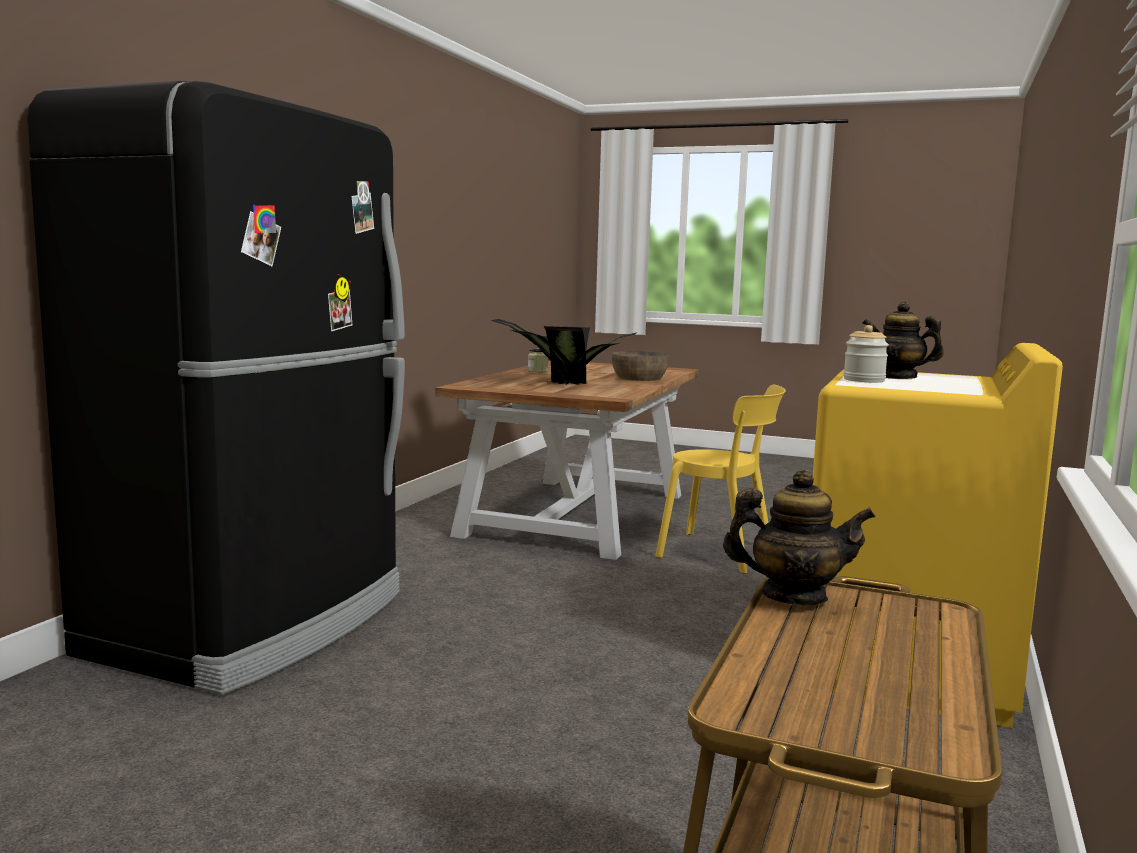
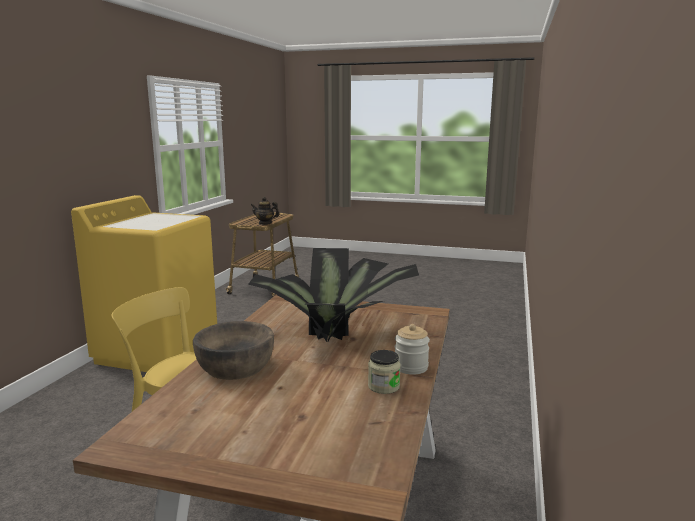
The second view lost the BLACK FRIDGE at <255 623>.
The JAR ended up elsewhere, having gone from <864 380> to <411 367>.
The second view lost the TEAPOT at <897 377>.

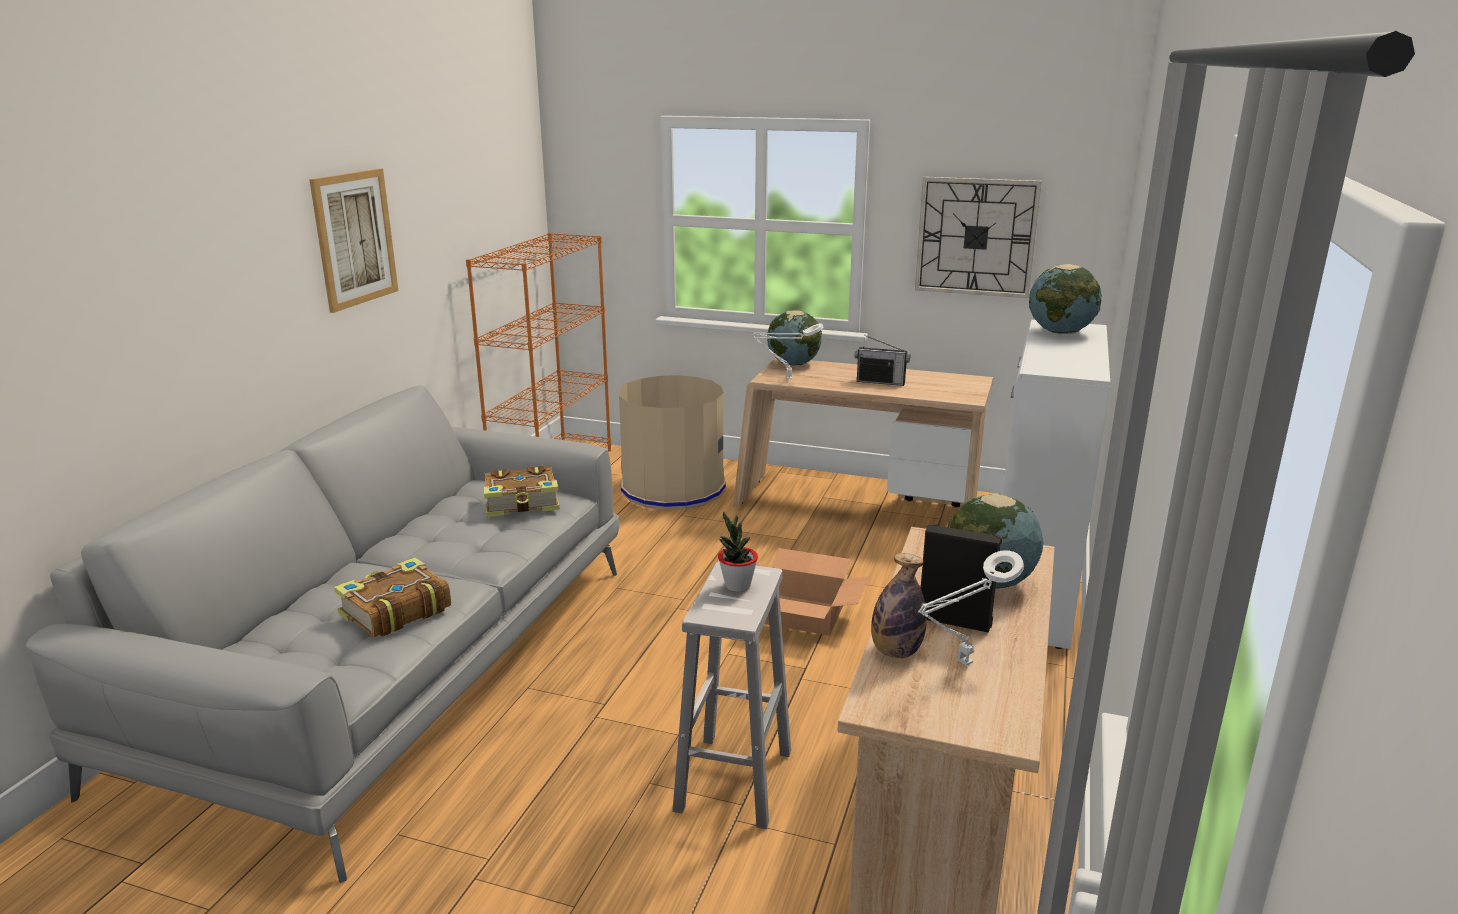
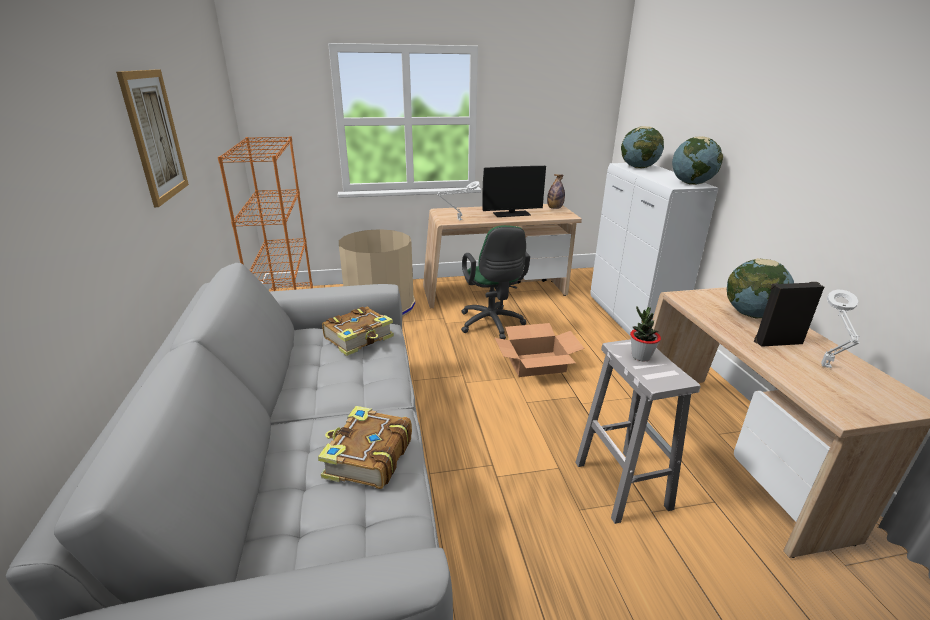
The GLOBE ended up elsewhere, having gone from <793 364> to <691 183>.
Where the RADIO stood at <880 382>, the MONITOR came to stand at <511 214>.
The BOTTLE ended up elsewhere, having gone from <896 652> to <554 208>.
The second view lost the WALL CLOCK at <976 237>.
The second view gained the GREEN OFFICE CHAIR at <492 325>.

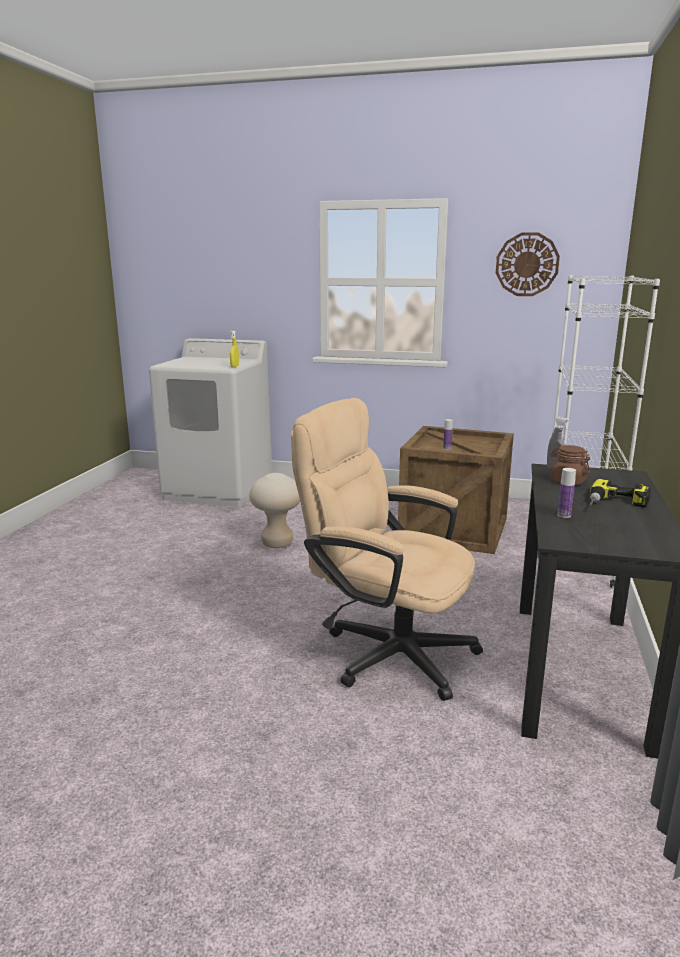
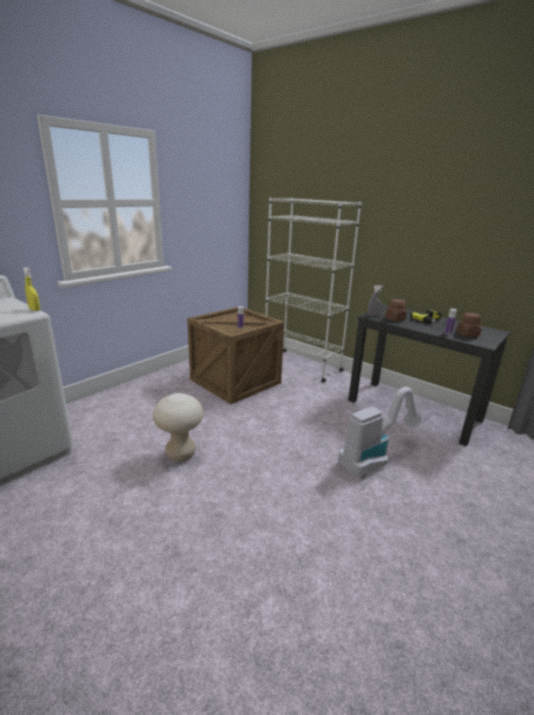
Where the BEIGE OFFICE CHAIR stood at <386 650>, the VACUUM CLEANER came to stand at <375 458>.
The second view lost the WALL CLOCK at <527 264>.
The second view gained the BROWN JAR at <467 334>.

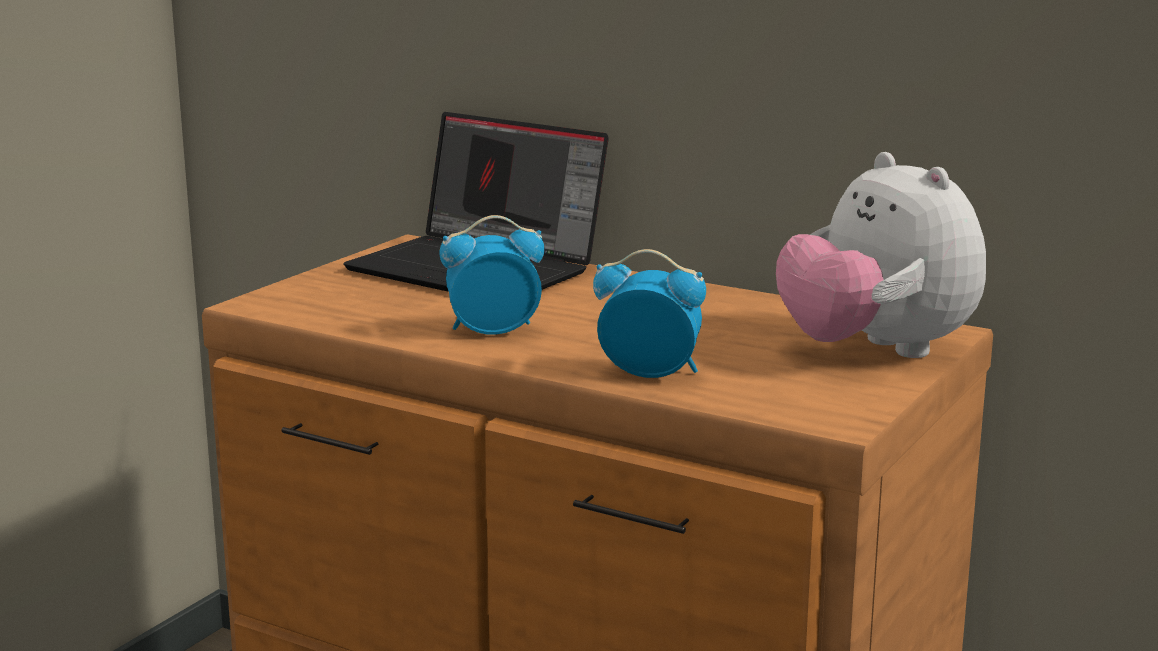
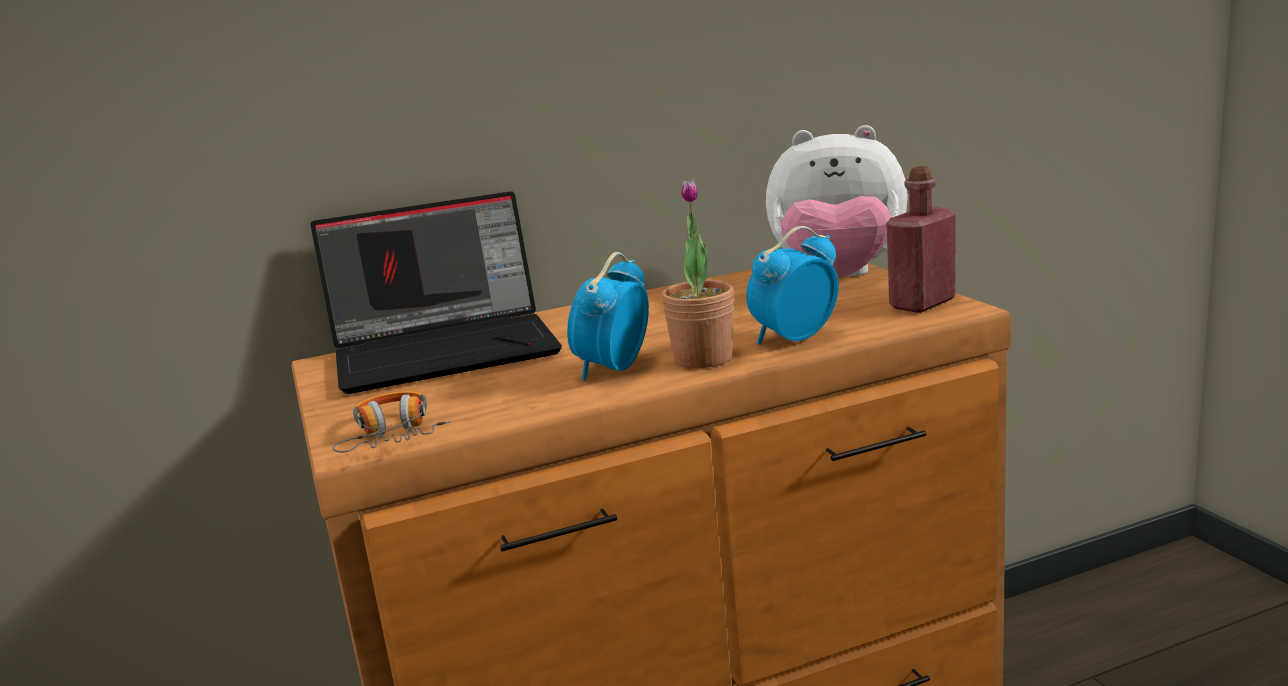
The second view gained the HEADPHONES at <392 435>.
The second view gained the POTTED PLANT at <703 358>.
The second view gained the RED BOTTLE at <922 303>.

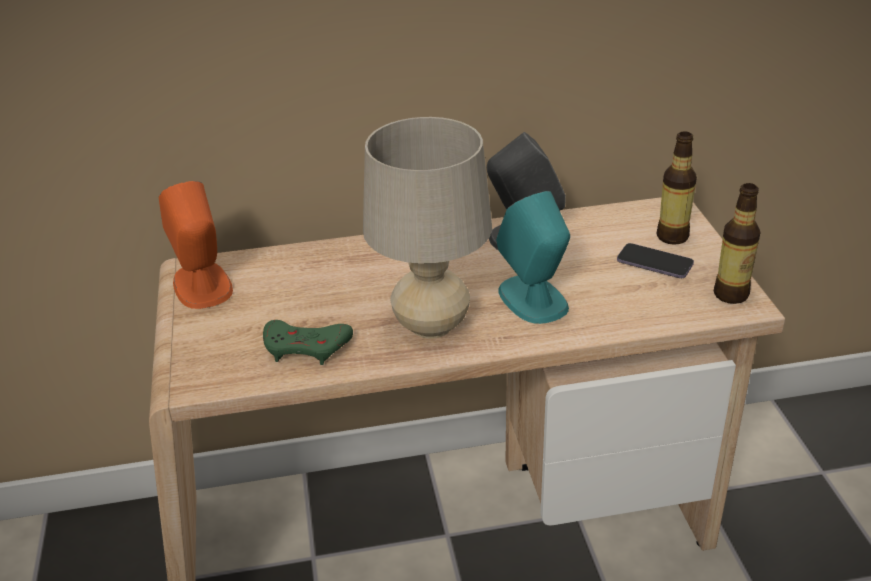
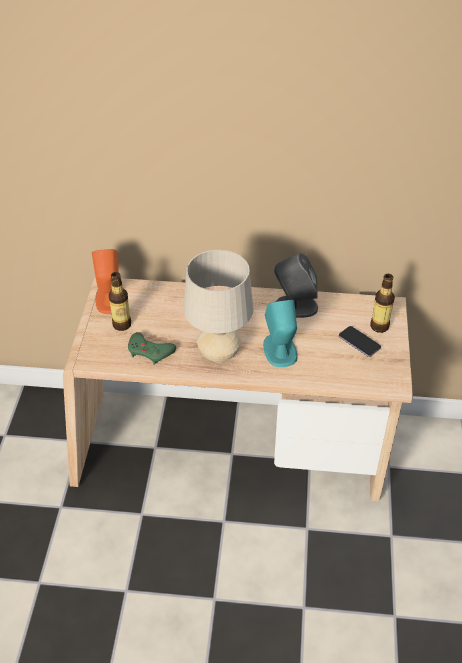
The BOTTLE ended up elsewhere, having gone from <731 294> to <122 324>.

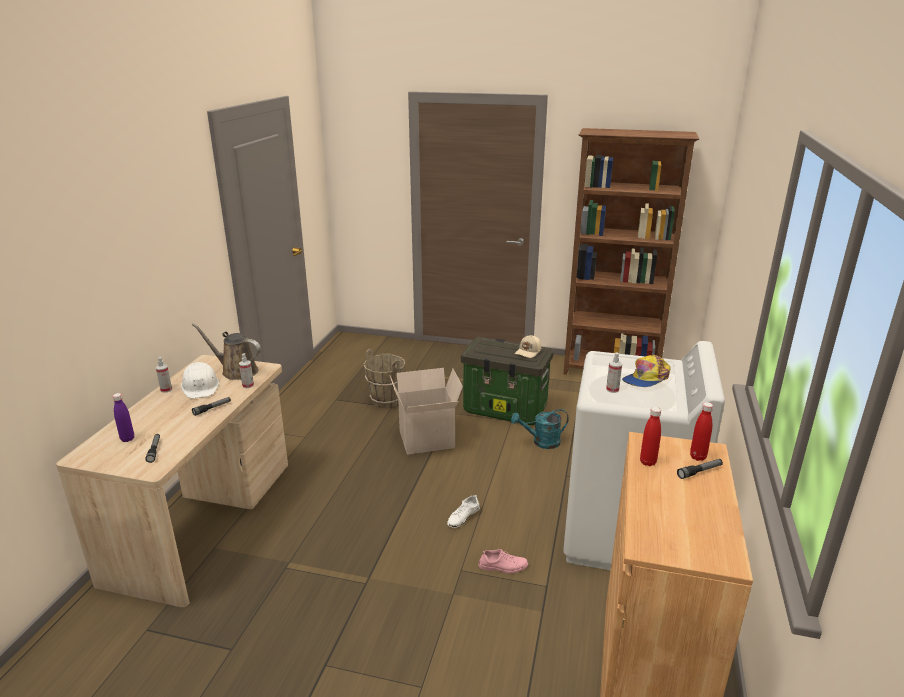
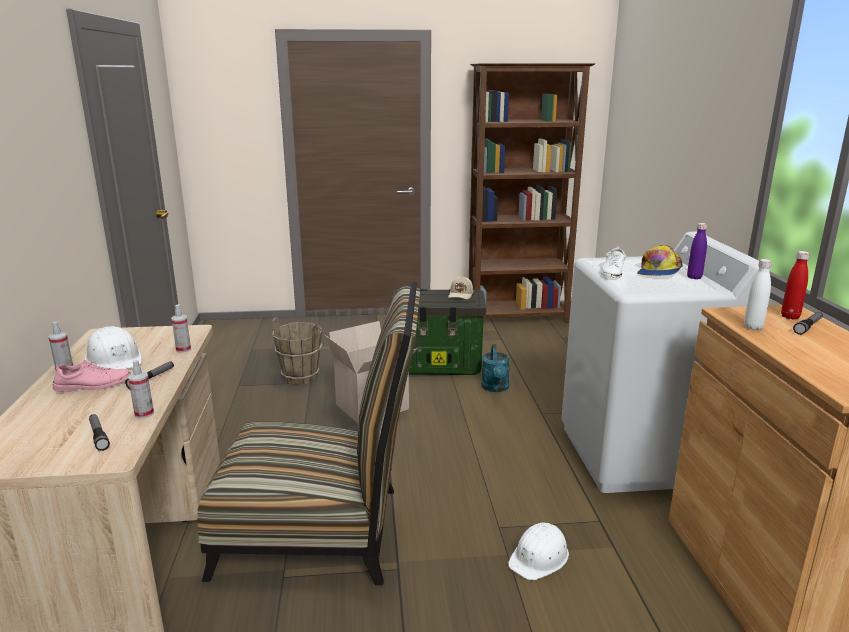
The PURPLE BOTTLE ended up elsewhere, having gone from <127 439> to <694 277>.
The second view lost the BROWN WATERING CAN at <236 371>.
The WHITE SHOE ended up elsewhere, having gone from <463 516> to <612 272>.
The PINK SHOE ended up elsewhere, having gone from <503 566> to <93 385>.
The TURQUOISE WATERING CAN at <541 442> ended up facing another way, 60 degrees counterclockwise from before.
The SPRAY BOTTLE ended up elsewhere, having gone from <612 389> to <144 414>.
What was the RED BOTTLE at <648 462> turned into the WHITE BOTTLE at <753 327>.
The second view gained the CHAIR at <322 532>.
The second view gained the WHITE HARD HAT at <539 557>.

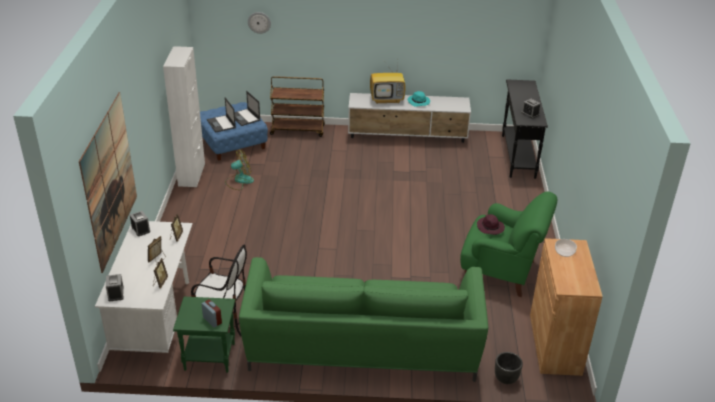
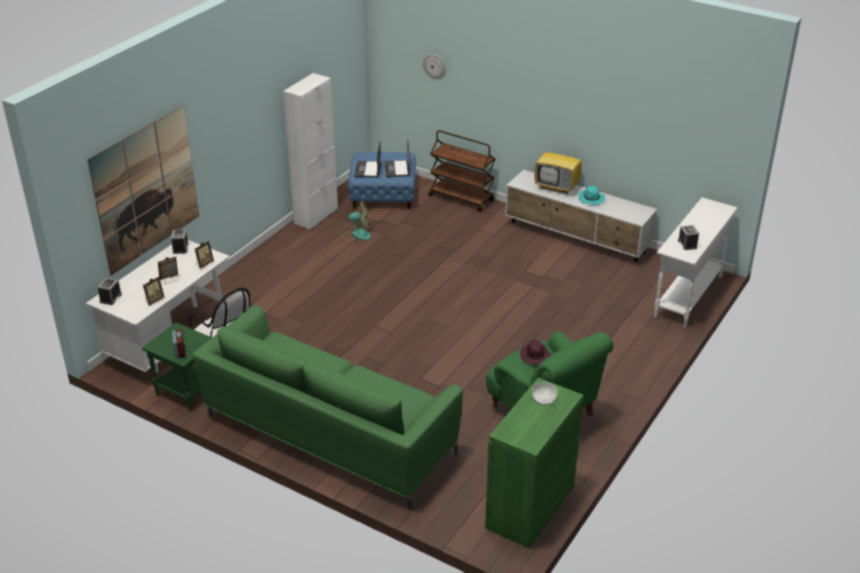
The second view lost the BLACK PLANTER at <505 378>.
What was the BLACK CONSOLE TABLE at <518 156> turned into the WHITE CONSOLE TABLE at <688 296>.
What was the BROWN CABINET at <555 344> turned into the GREEN CABINET at <530 506>.

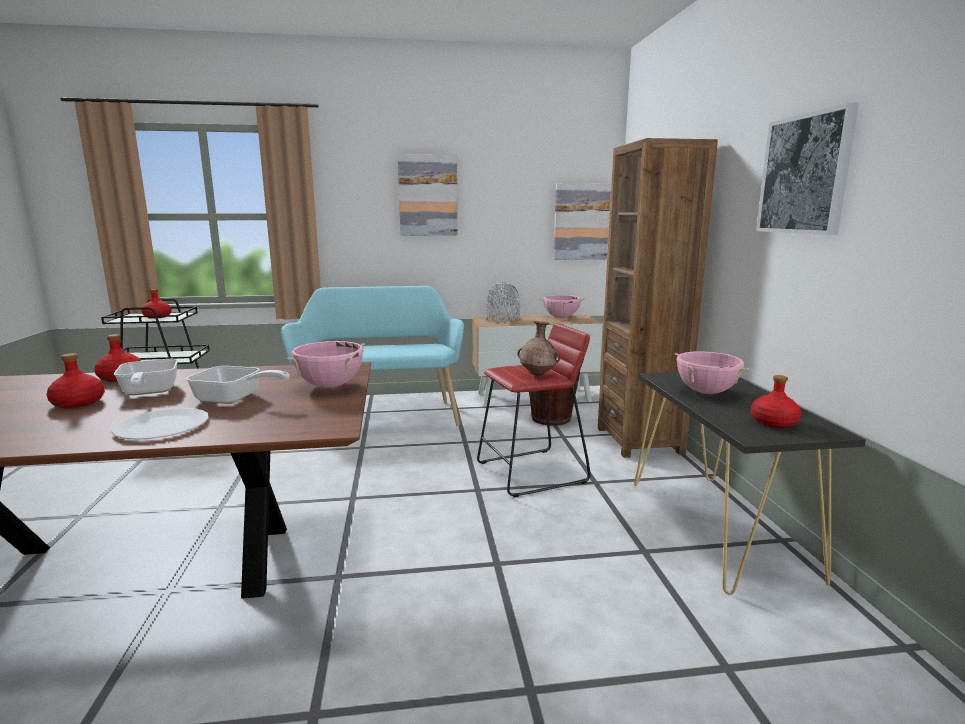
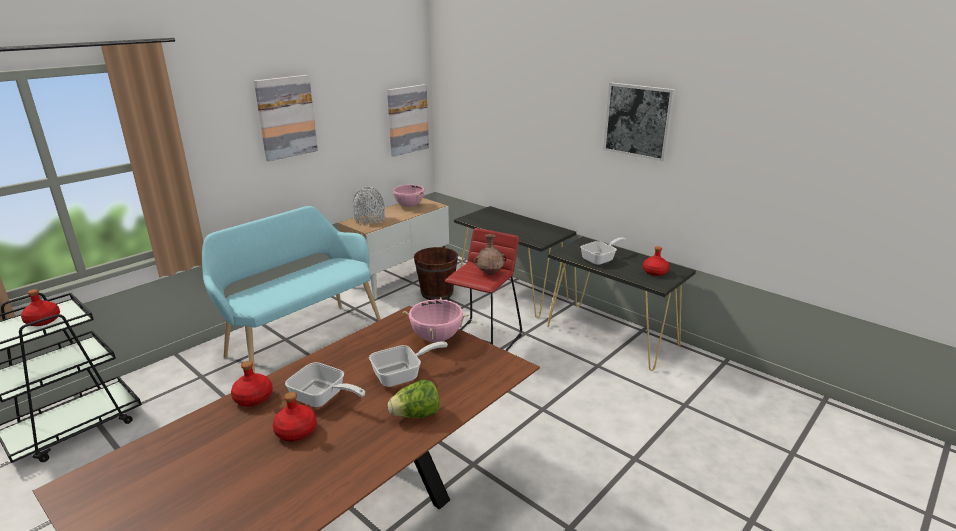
Where the WHITE PLATE stood at <162 426>, the LETTUCE came to stand at <416 415>.
Where the BROWN BOOKCASE stood at <639 440>, the BLACK CONSOLE TABLE came to stand at <512 291>.
Where the PINK COOKING POT stood at <706 392>, the FRYING PAN came to stand at <601 259>.

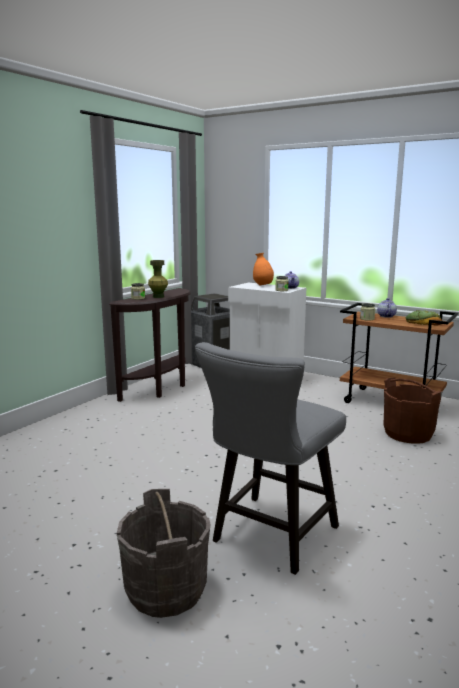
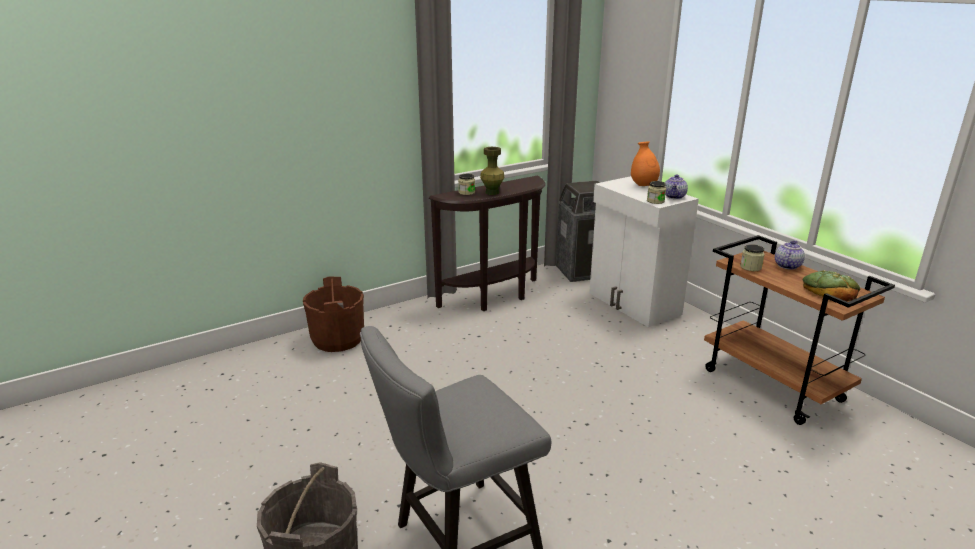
The BROWN BUCKET ended up elsewhere, having gone from <408 434> to <338 339>.

